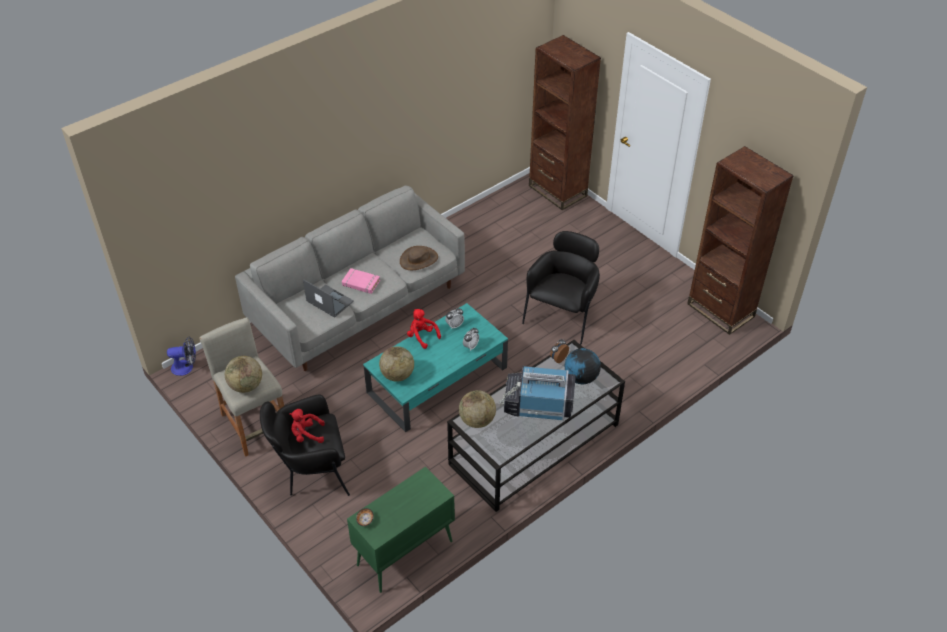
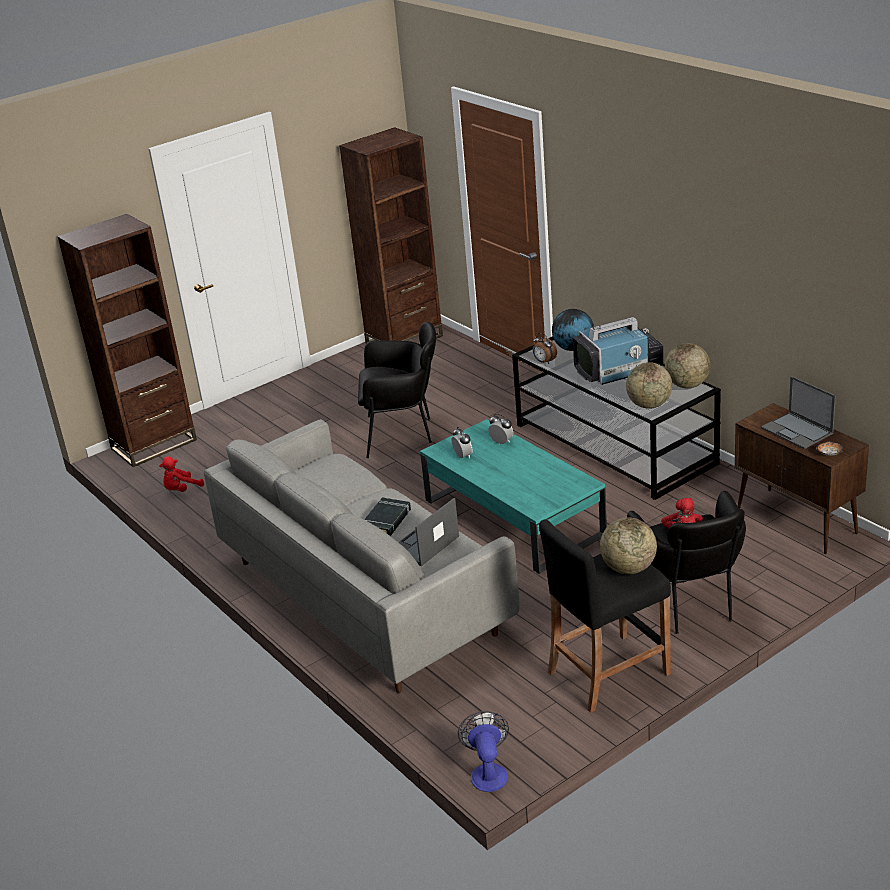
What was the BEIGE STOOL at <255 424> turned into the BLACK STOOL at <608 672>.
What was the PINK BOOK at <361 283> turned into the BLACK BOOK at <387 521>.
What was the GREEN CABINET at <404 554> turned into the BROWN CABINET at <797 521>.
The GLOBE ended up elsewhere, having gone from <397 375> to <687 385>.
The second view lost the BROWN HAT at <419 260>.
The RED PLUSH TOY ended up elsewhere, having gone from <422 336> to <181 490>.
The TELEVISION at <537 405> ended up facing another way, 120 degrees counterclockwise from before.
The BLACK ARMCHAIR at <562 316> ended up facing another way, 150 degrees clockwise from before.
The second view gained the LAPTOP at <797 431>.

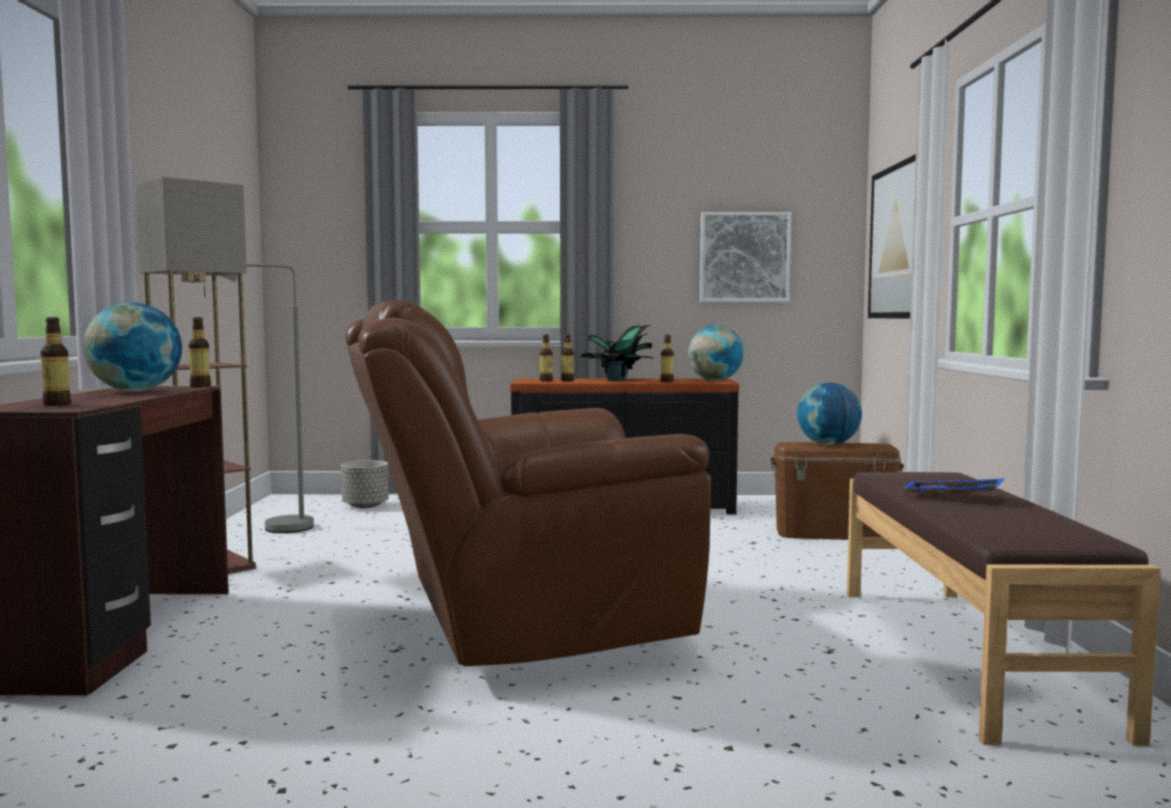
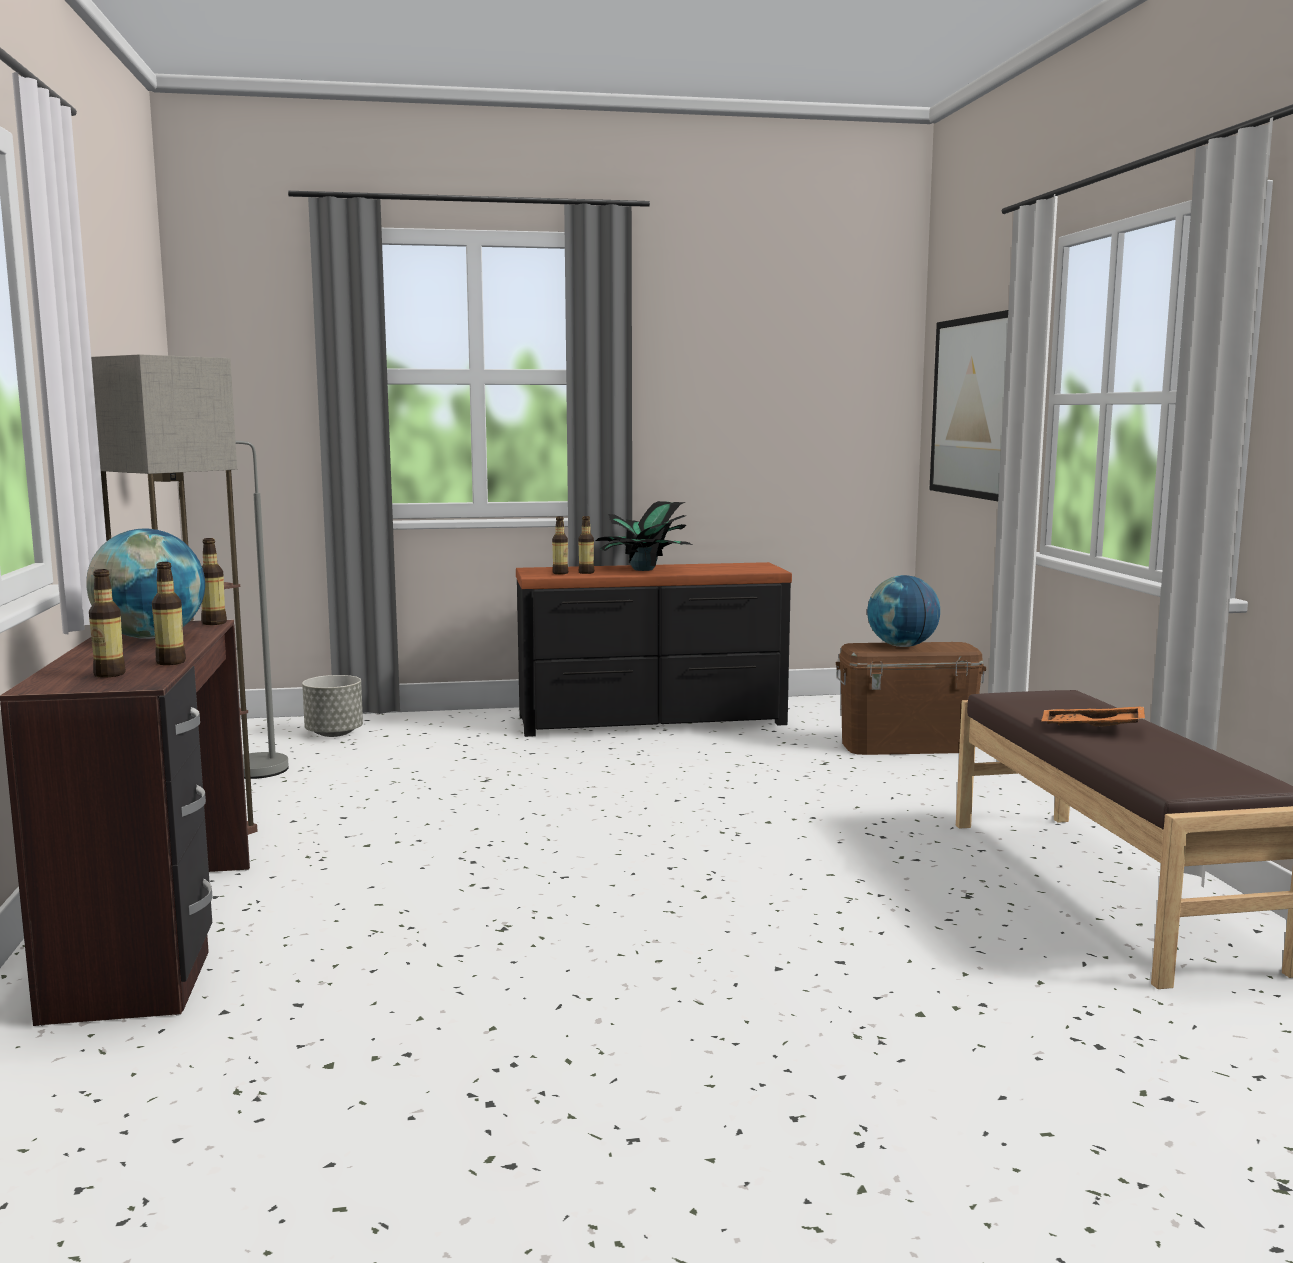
The second view lost the BROWN ARMCHAIR at <518 630>.
The BOTTLE ended up elsewhere, having gone from <667 381> to <171 662>.
The second view lost the GLOBE at <715 380>.
The second view lost the PICTURE at <744 257>.
What was the BLUE TRAY at <951 497> turned into the ORANGE TRAY at <1091 729>.

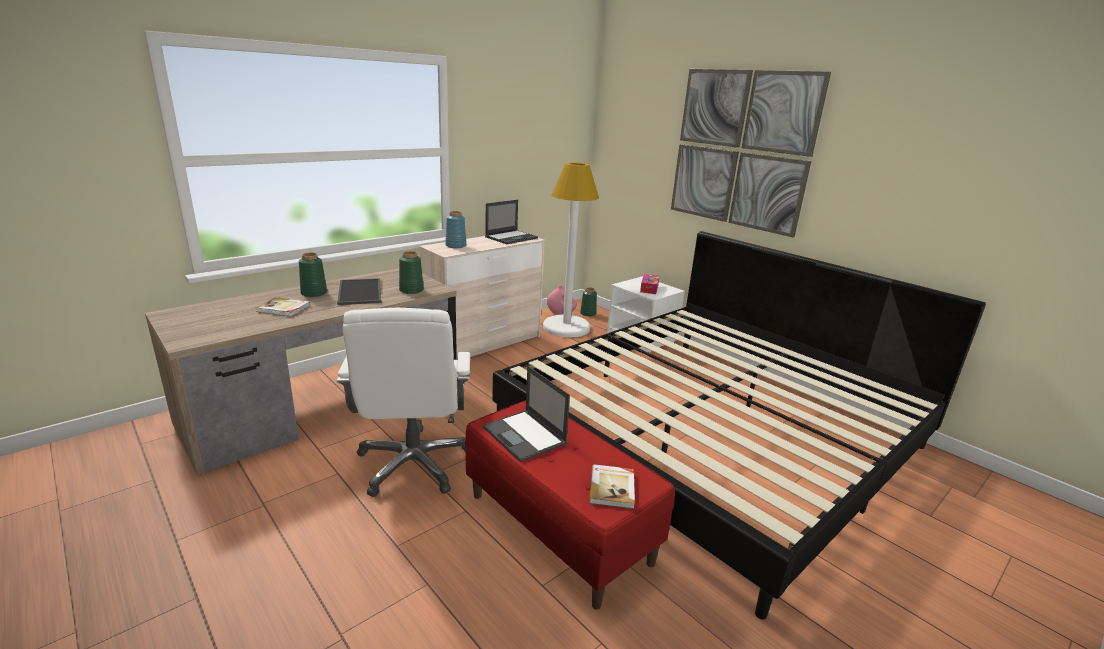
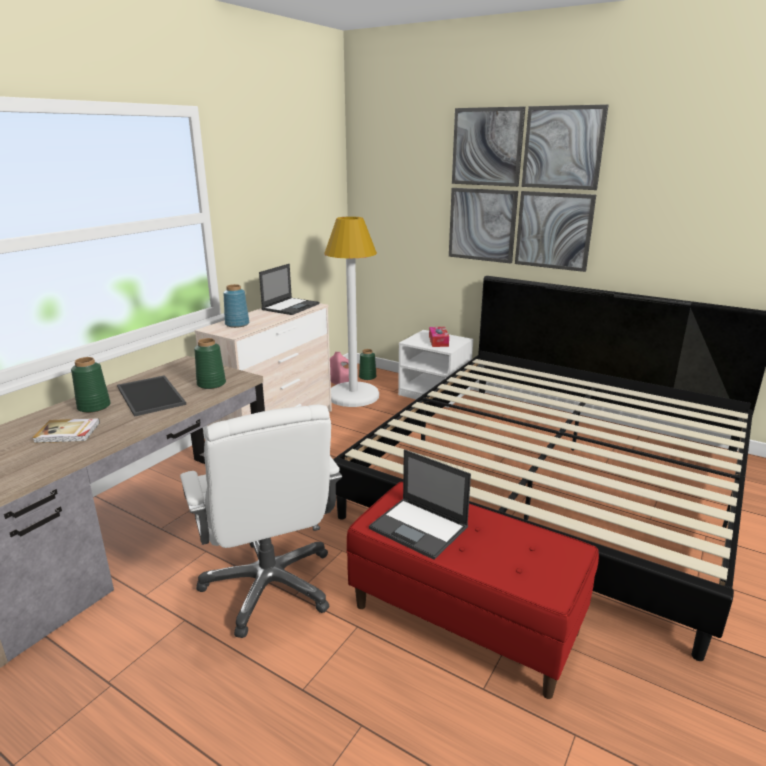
The second view lost the BOOK at <613 488>.

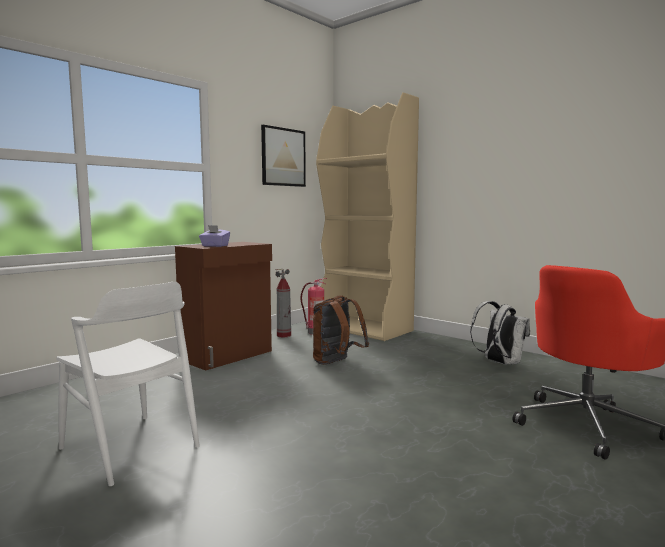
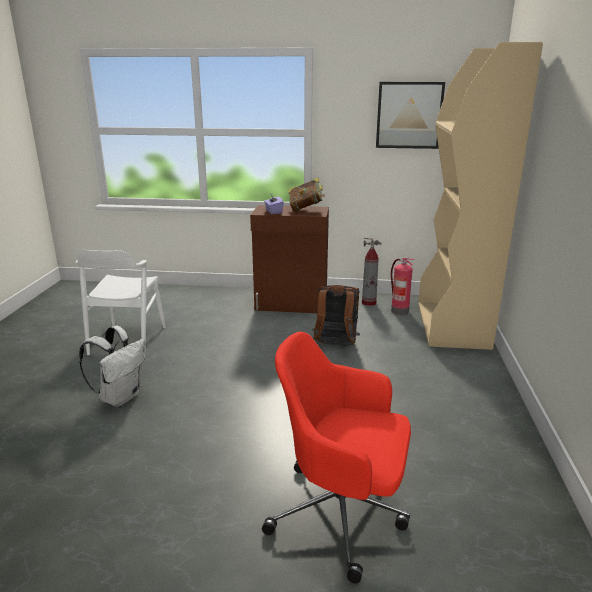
The WHITE BACKPACK ended up elsewhere, having gone from <499 362> to <120 397>.
The second view gained the BOOK at <306 209>.

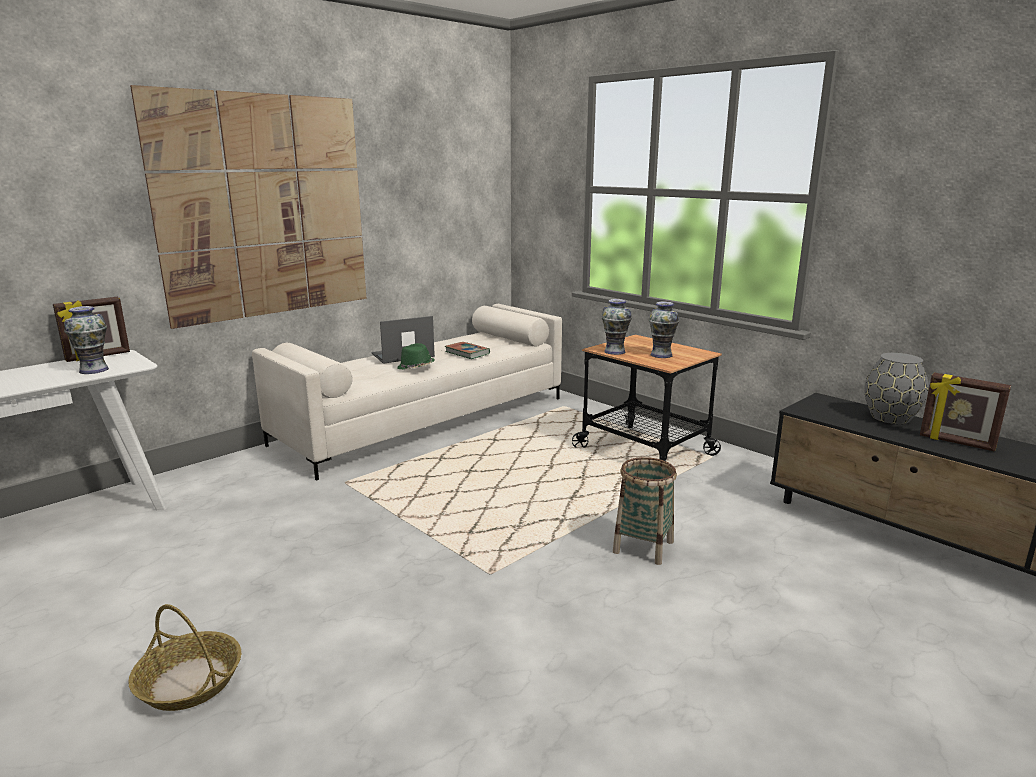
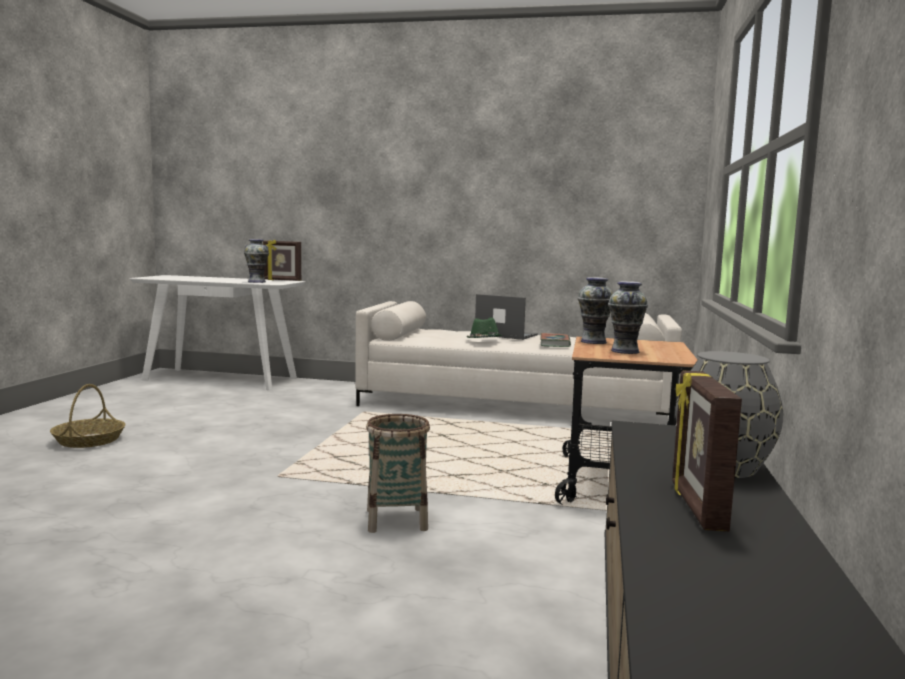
The second view lost the PICTURE at <264 207>.

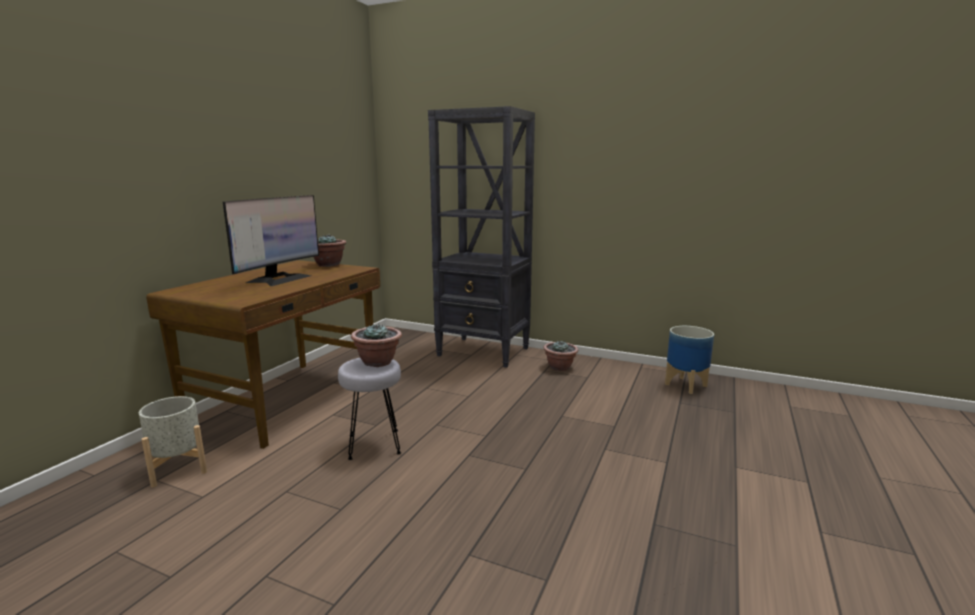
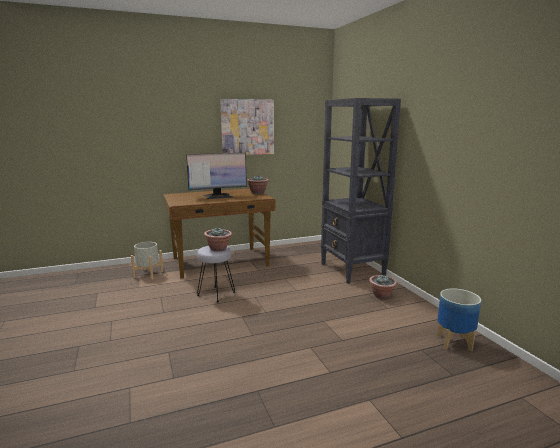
The second view gained the PICTURE at <247 127>.

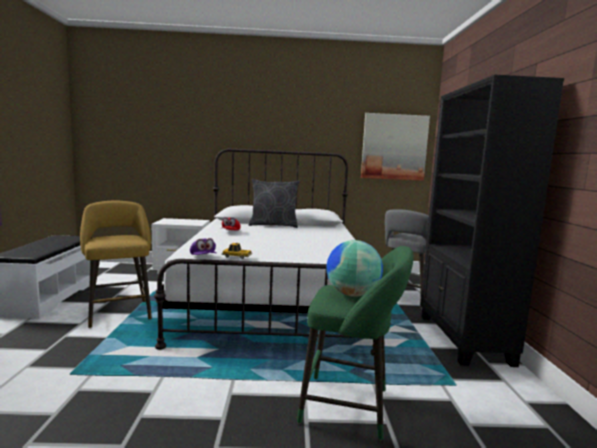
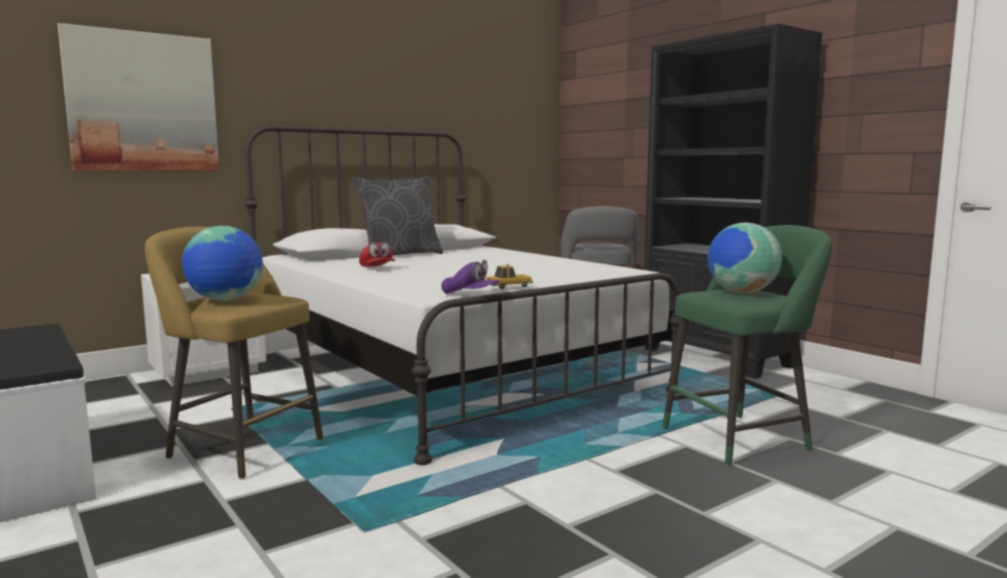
The PICTURE ended up elsewhere, having gone from <394 147> to <143 102>.
The second view gained the GLOBE at <226 300>.

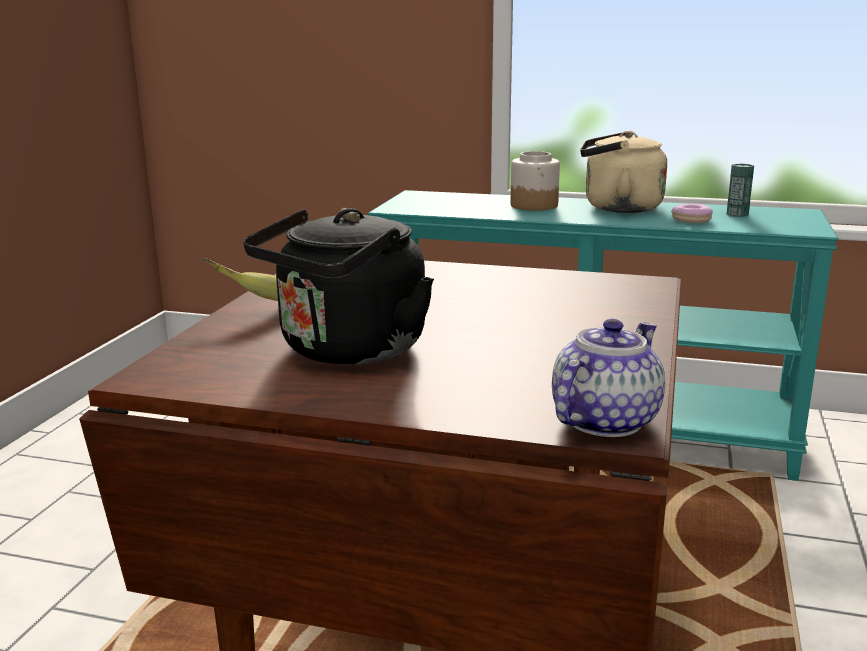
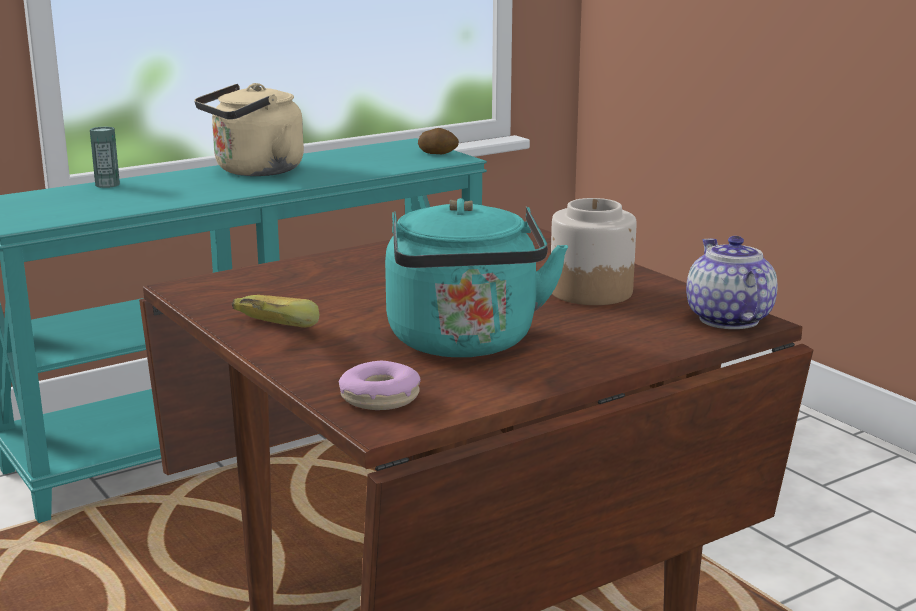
What was the BLACK KETTLE at <347 351> turned into the TURQUOISE KETTLE at <465 344>.
The JAR ended up elsewhere, having gone from <534 205> to <591 291>.
The DONUT ended up elsewhere, having gone from <691 220> to <380 398>.
The CAN ended up elsewhere, having gone from <737 214> to <107 184>.
The second view gained the POTATO at <438 154>.

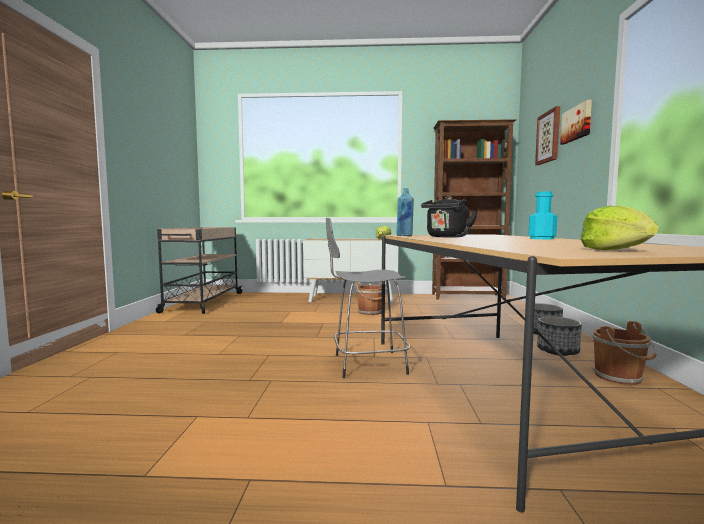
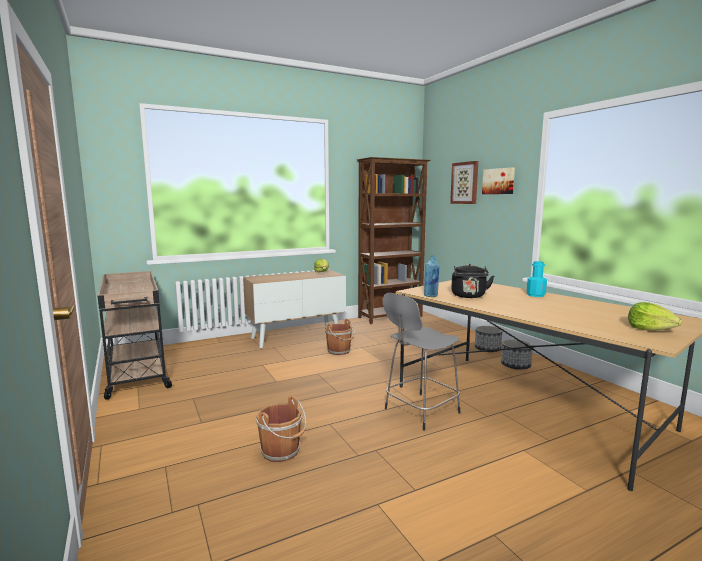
The BROWN BUCKET ended up elsewhere, having gone from <620 377> to <282 452>.

